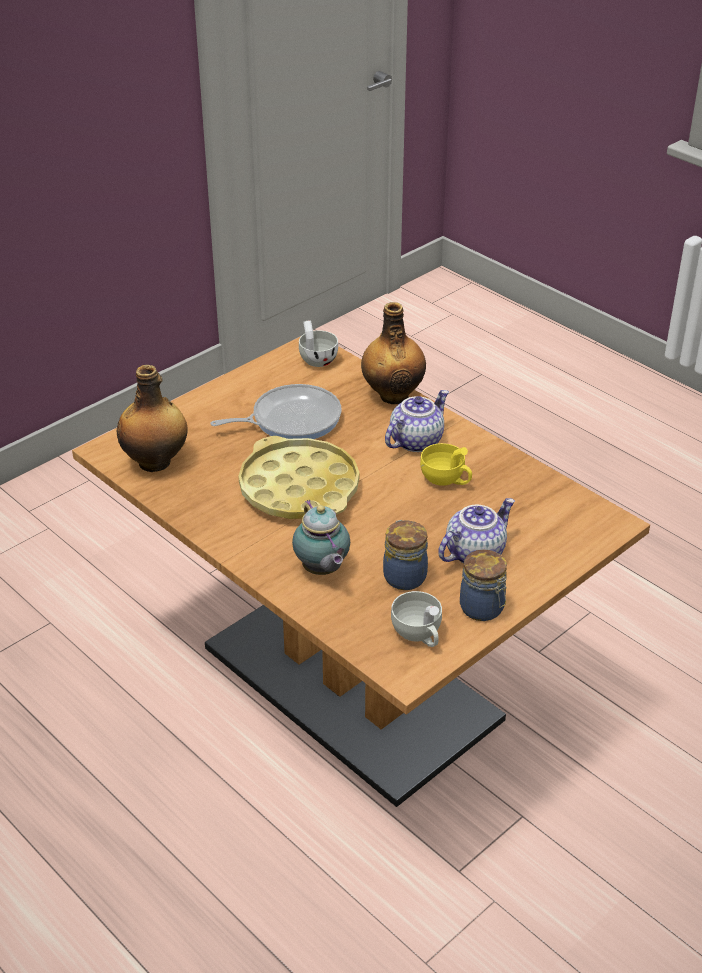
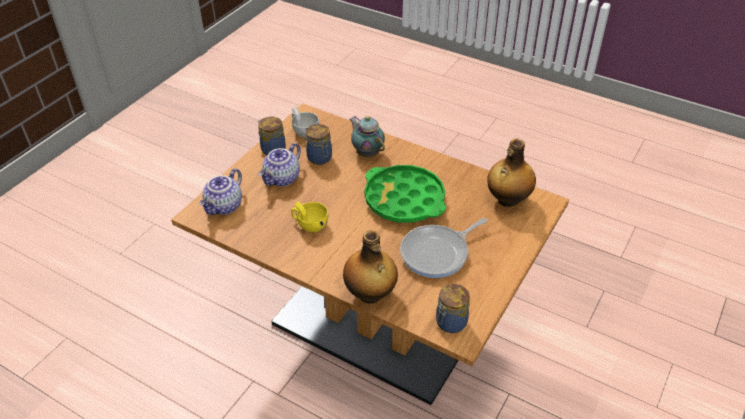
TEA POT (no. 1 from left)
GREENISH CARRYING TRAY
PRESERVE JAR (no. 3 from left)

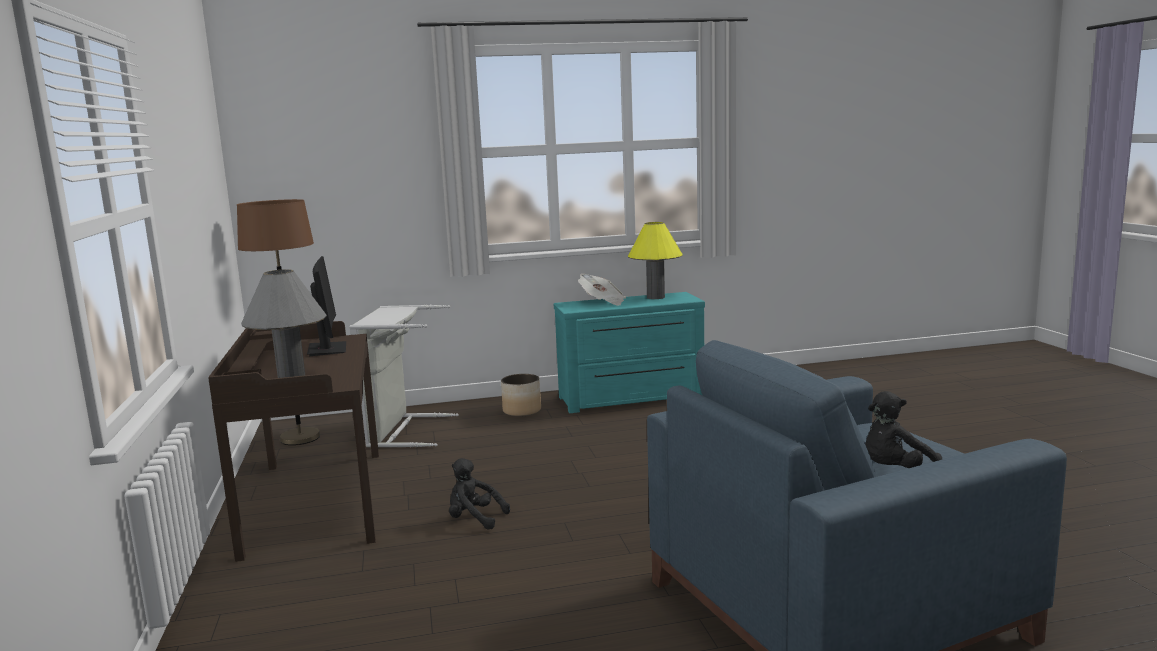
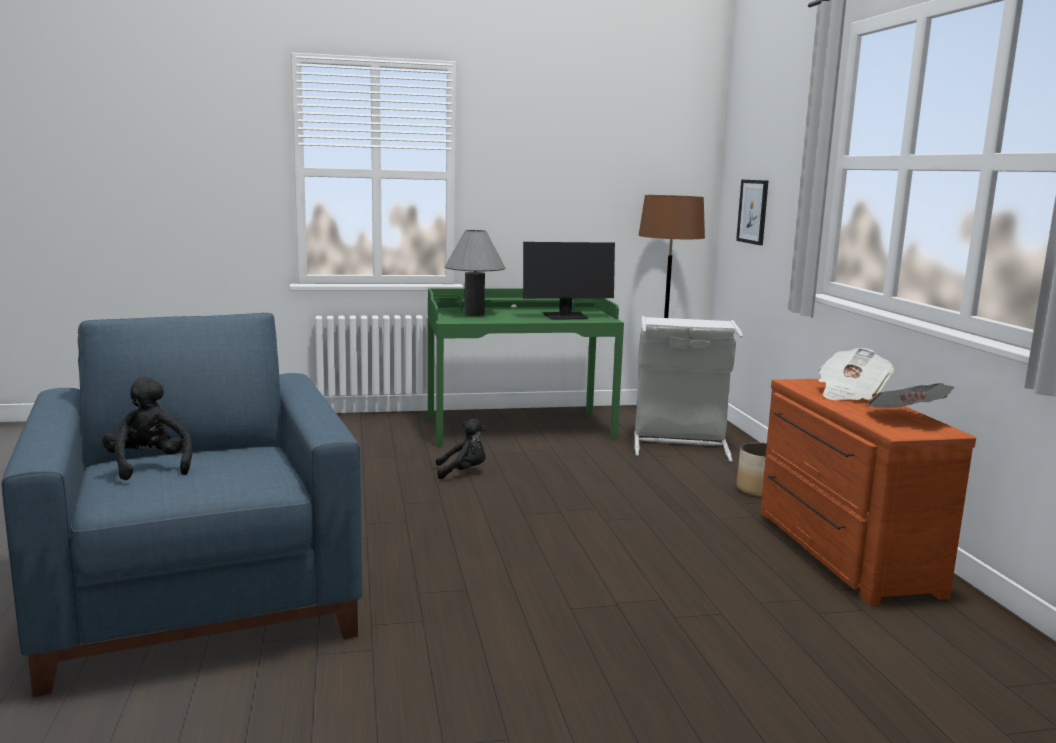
GREENISH DESK TABLE
BLACKISH SOFT TOY (no. 2 from left)
WALL ART
BROWN DRAWER CHEST
NEWSPAPER (no. 2 from left)

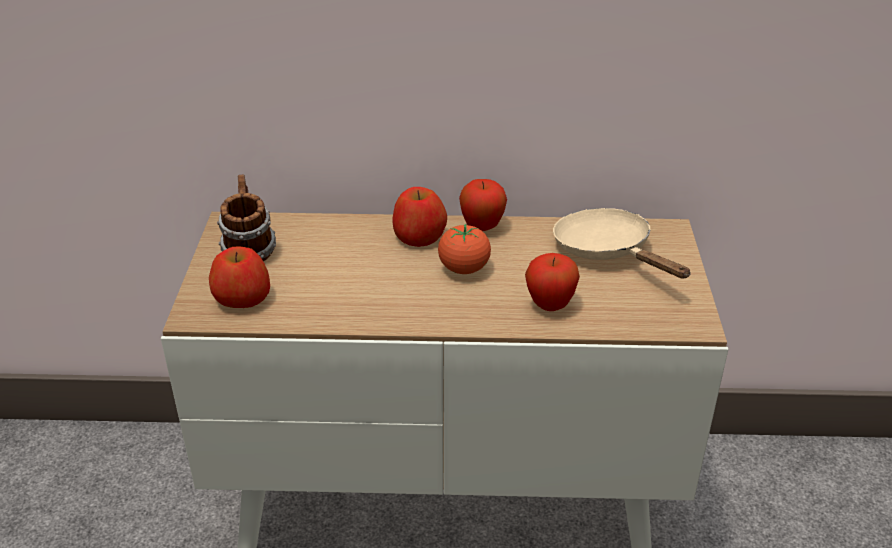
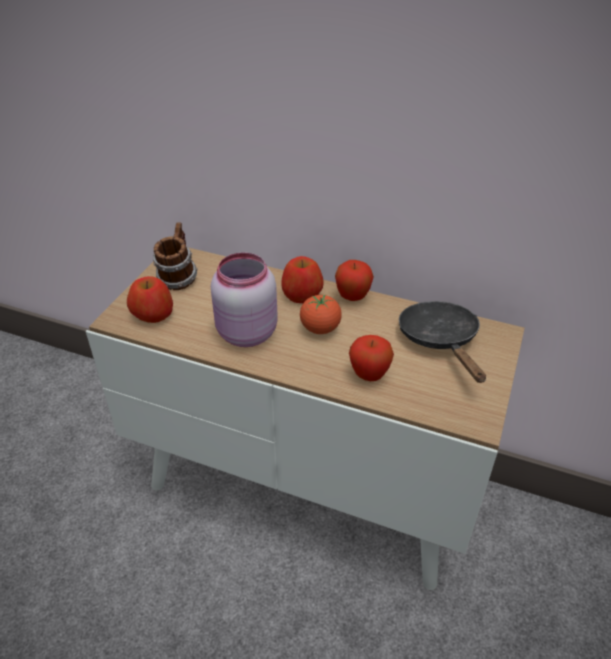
PINK PRESERVE JAR
BLACKISH FRYING PAN

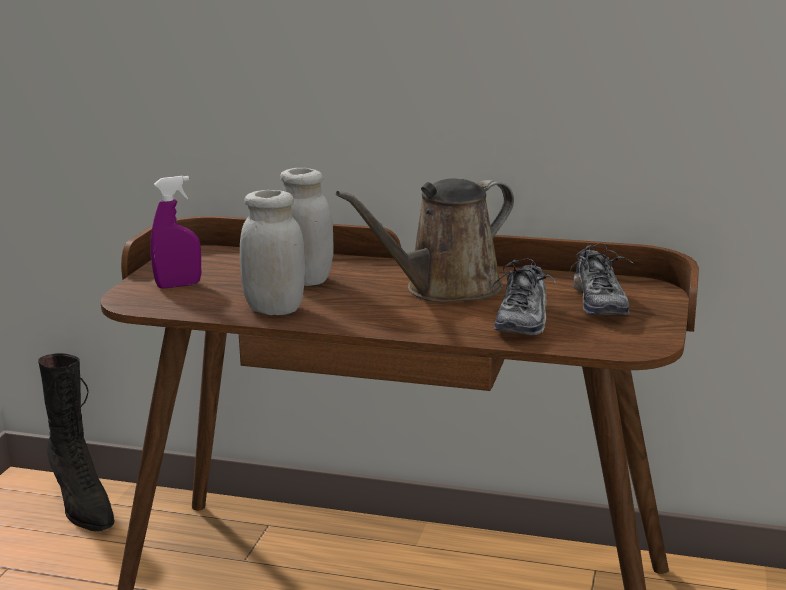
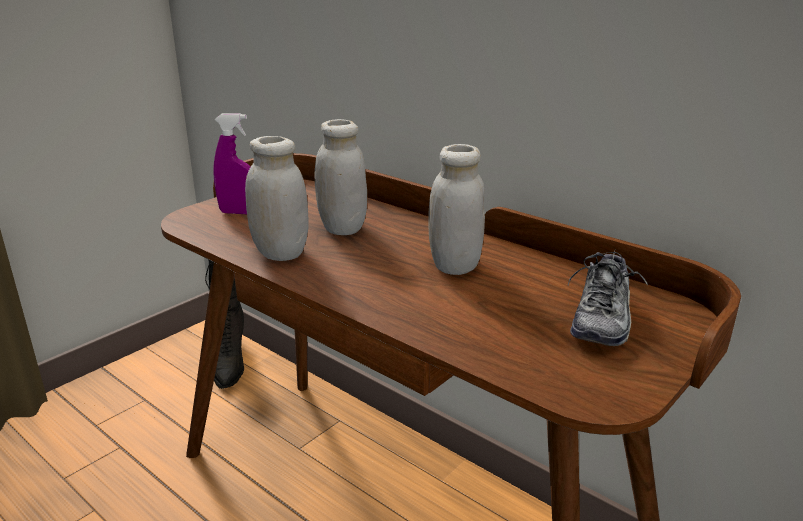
WHITE-COLOURED PRESERVE JAR (no. 3 from left)
LOW SHOE (no. 1 from left in the first image)

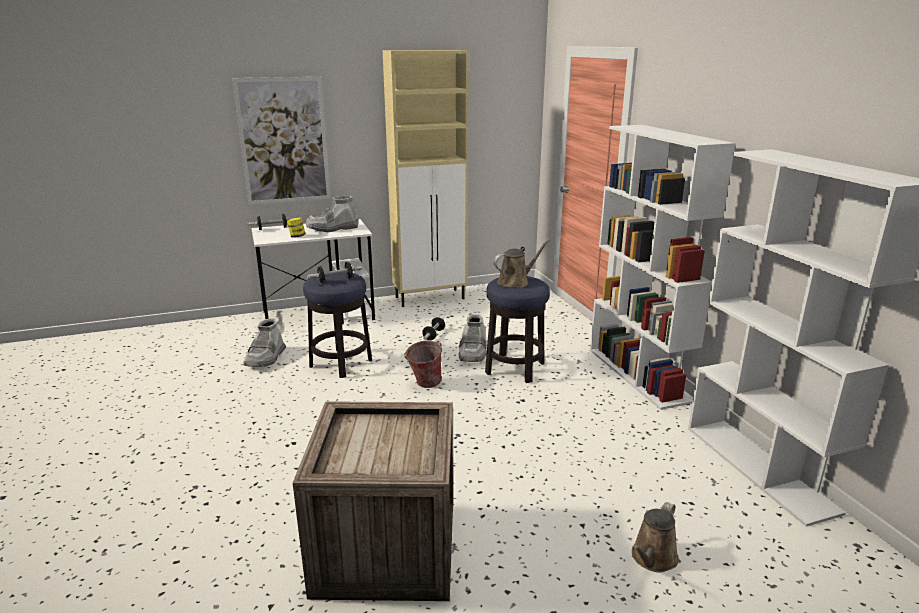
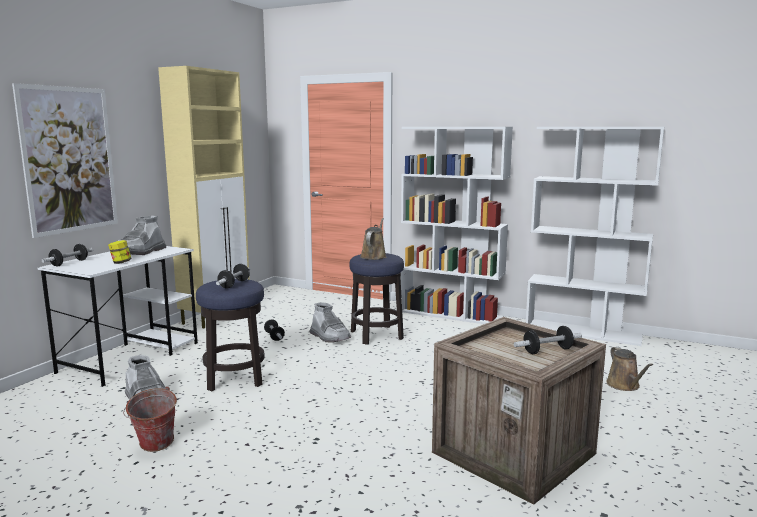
BUCKET
FREE WEIGHT (no. 4 from left)

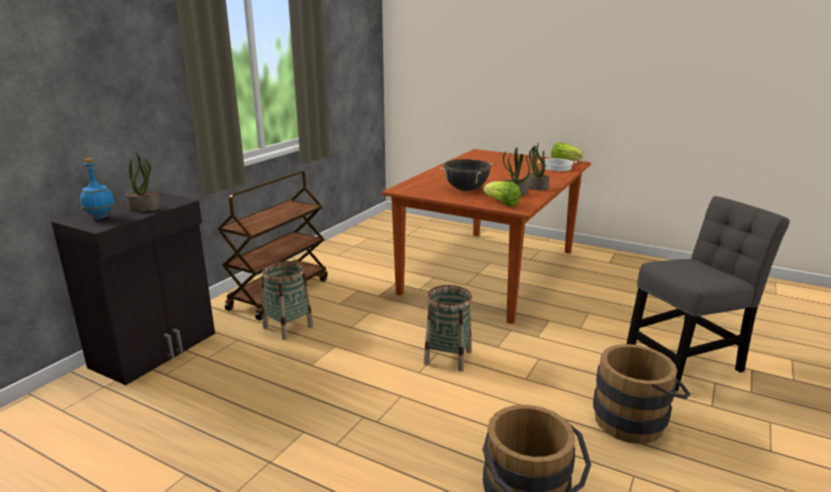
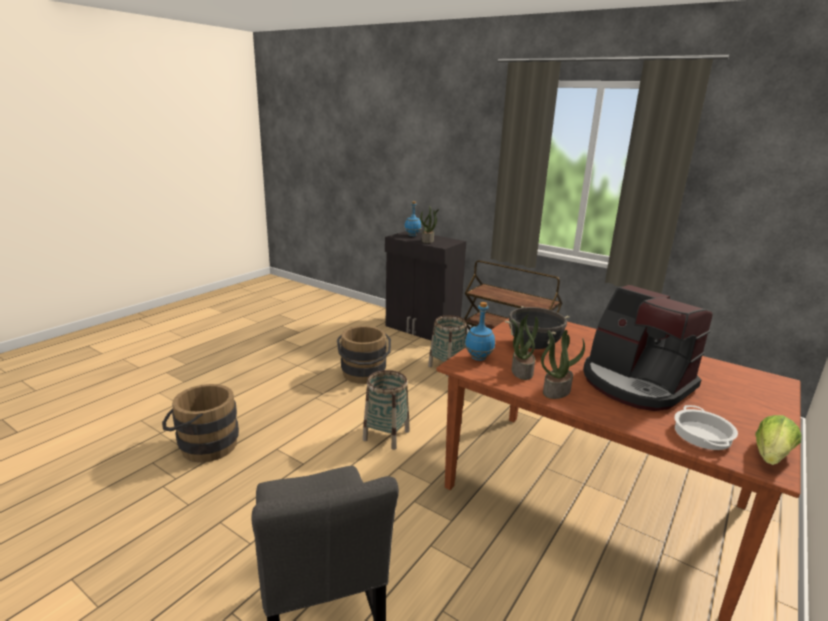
BROWN BUCKET (no. 2 from left)
BLUISH BEVERAGE BOTTLE (no. 2 from left)
COFFEE BREWER

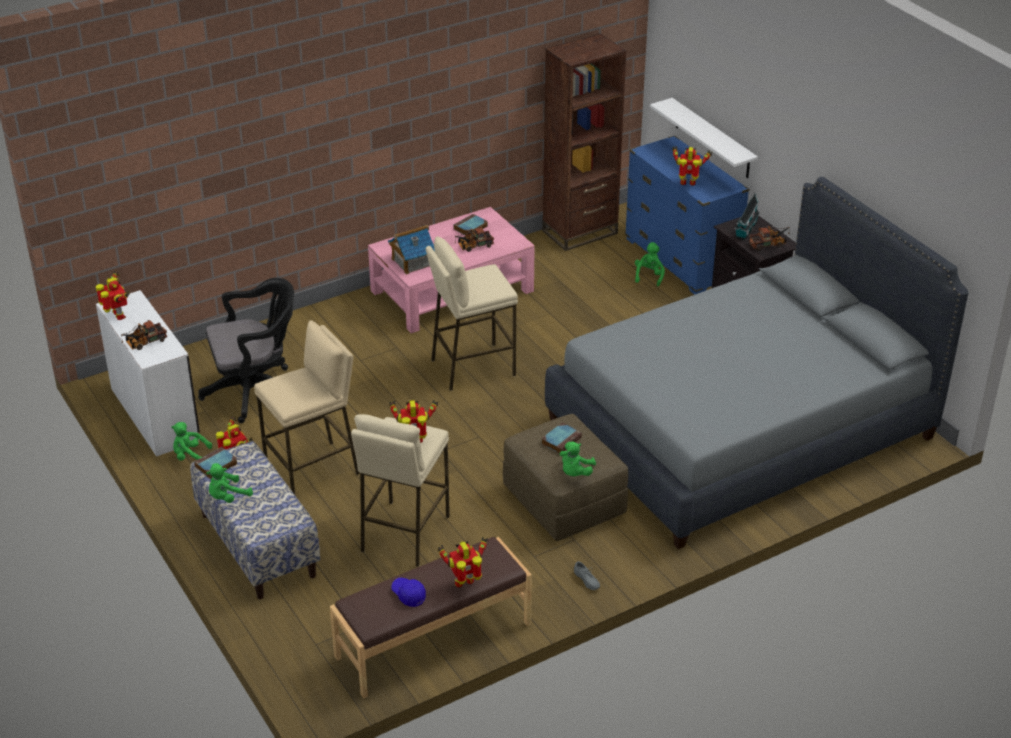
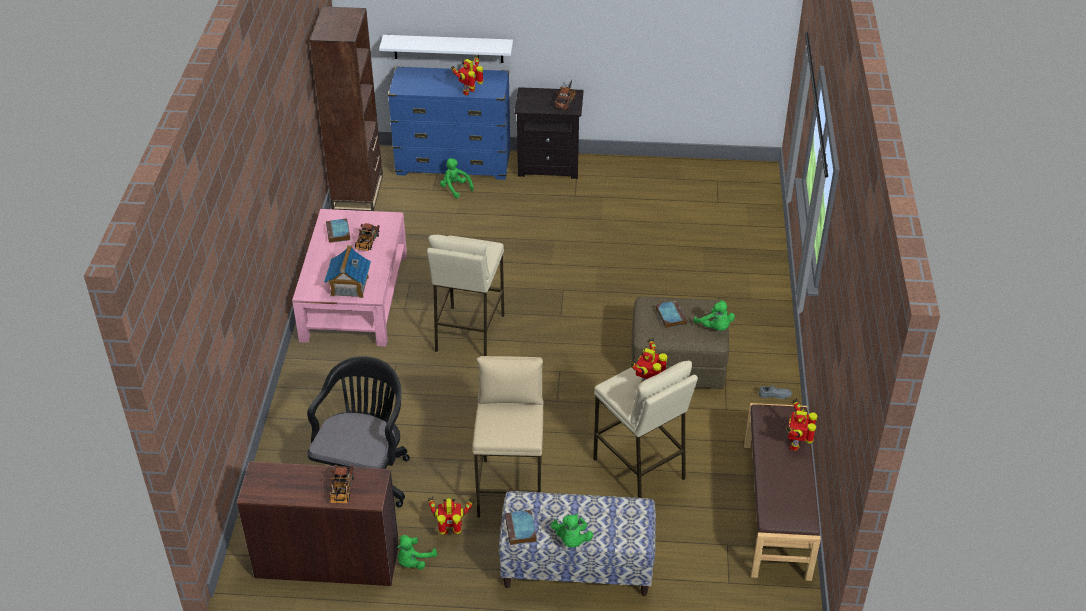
BROWN DESK TABLE
ROBOT FIGURE (no. 1 from left in the first image)
BLUISH CAP
GRAY BED
TOY HOUSE (no. 2 from left in the first image)

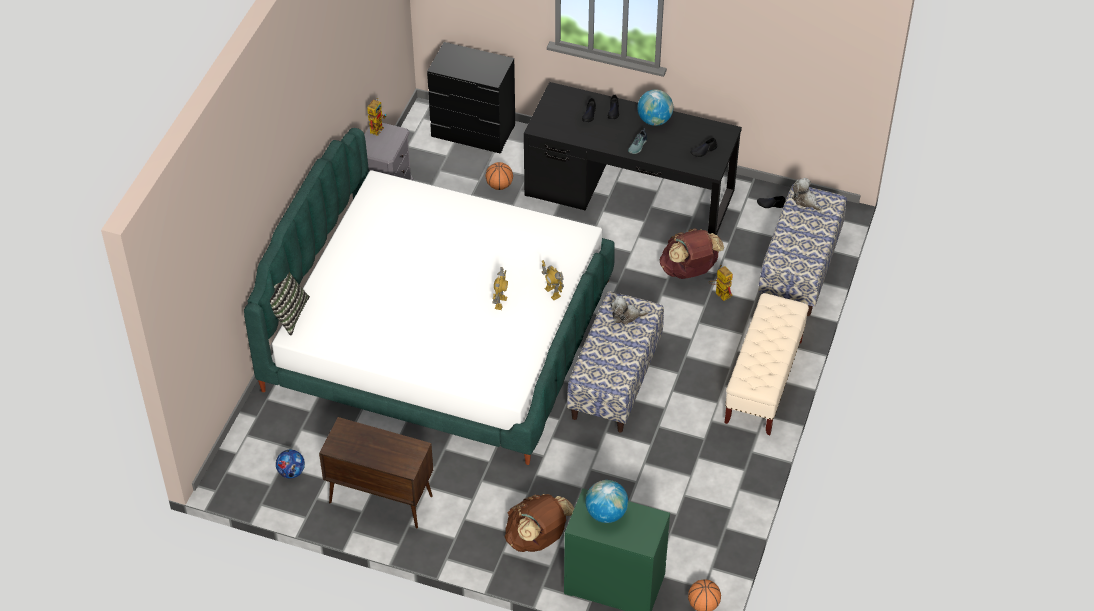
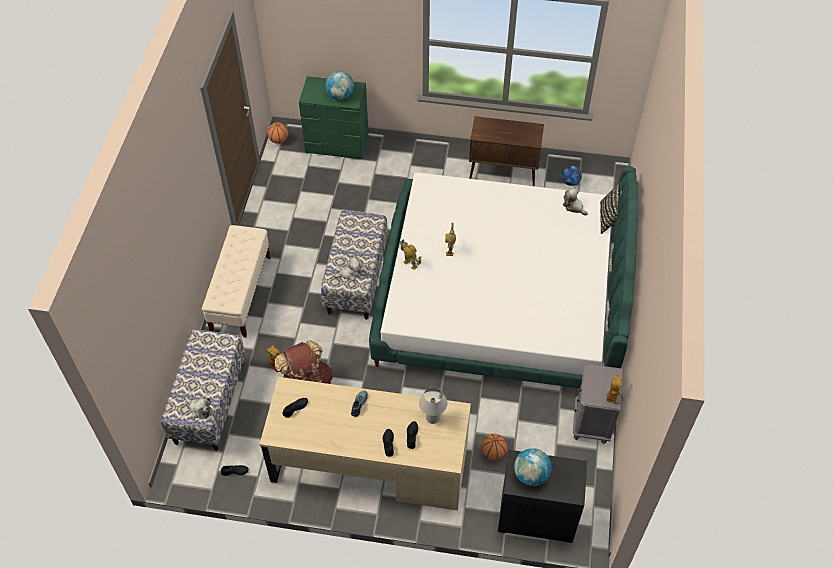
SAND-COLOURED DESK TABLE
WHITE-COLOURED TABLETOP LAMP
GLOBE (no. 2 from left)
SOFT TOY (no. 3 from left)
BROWN BACKPACK (no. 1 from left in the first image)

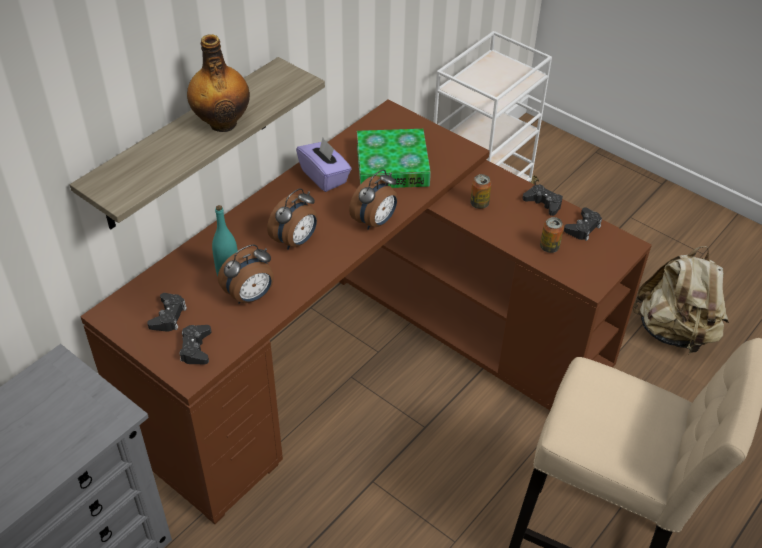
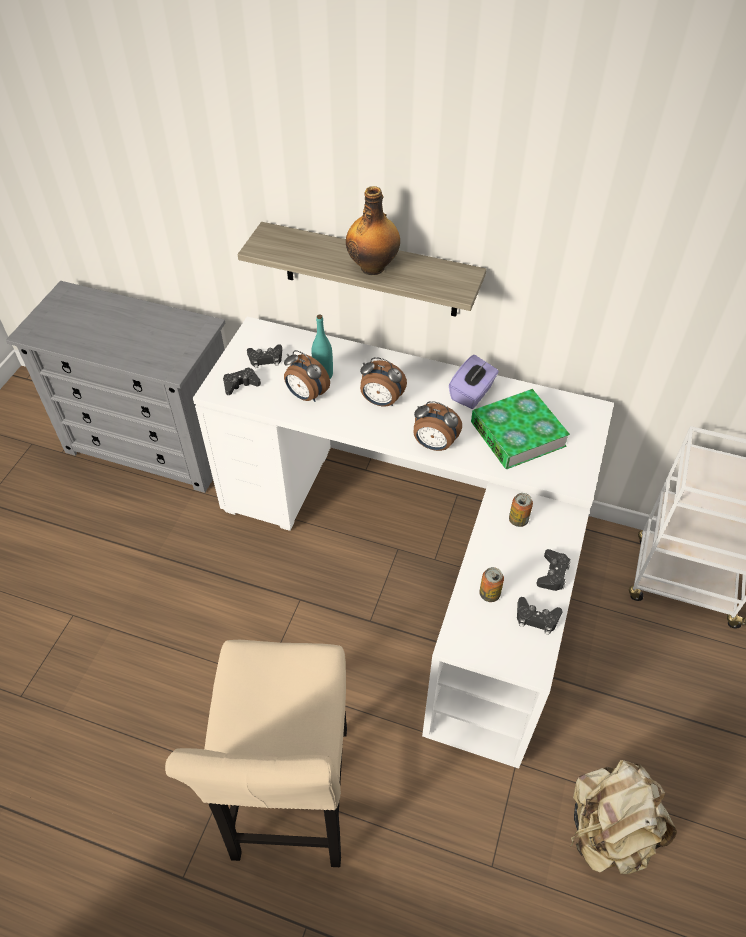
WHITE-COLOURED DESK TABLE

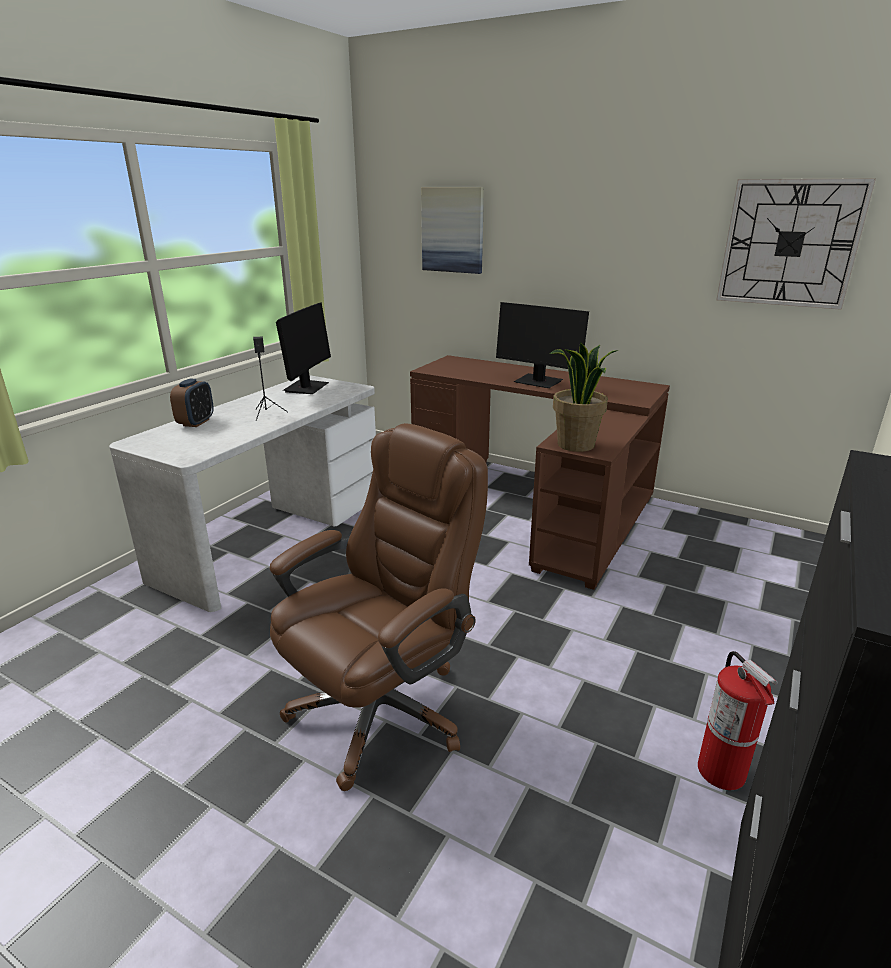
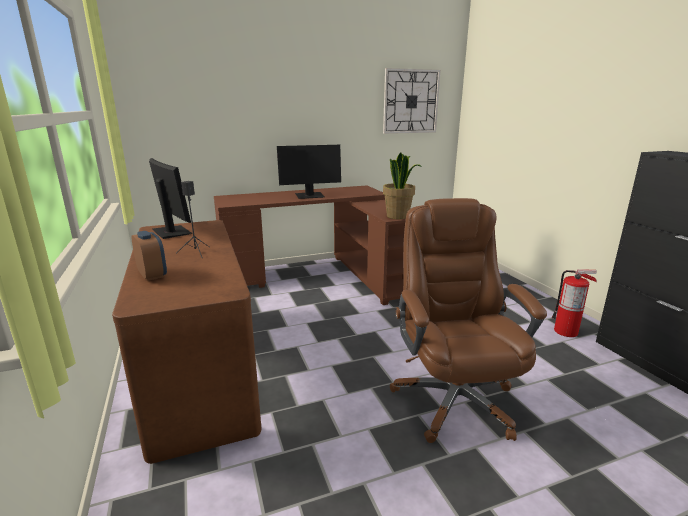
BROWN DESK TABLE (no. 1 from left)
WALL ART

